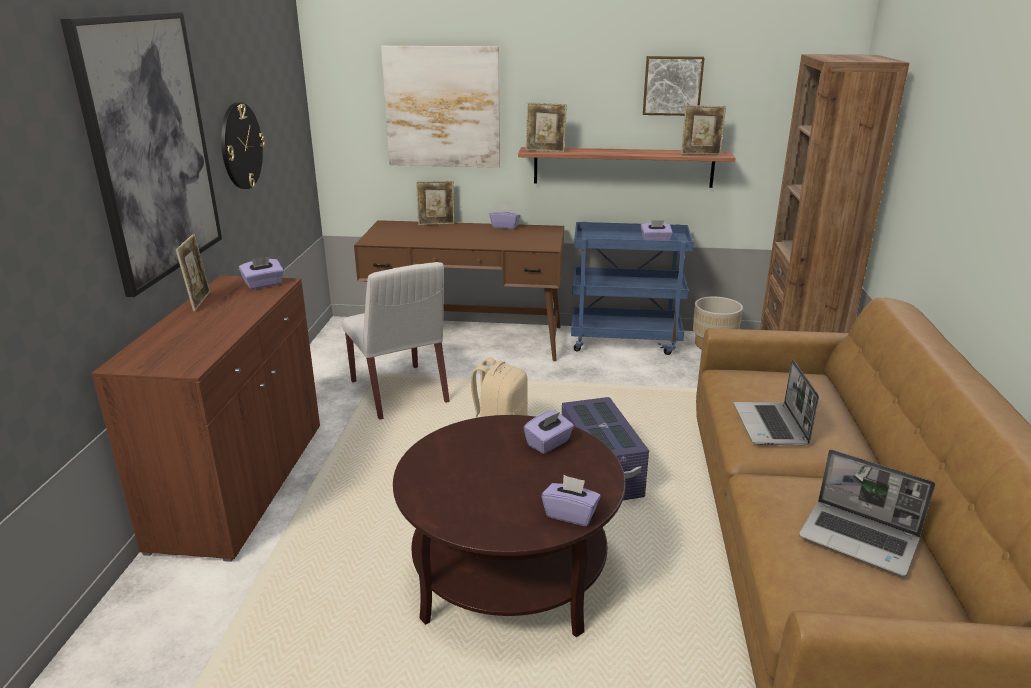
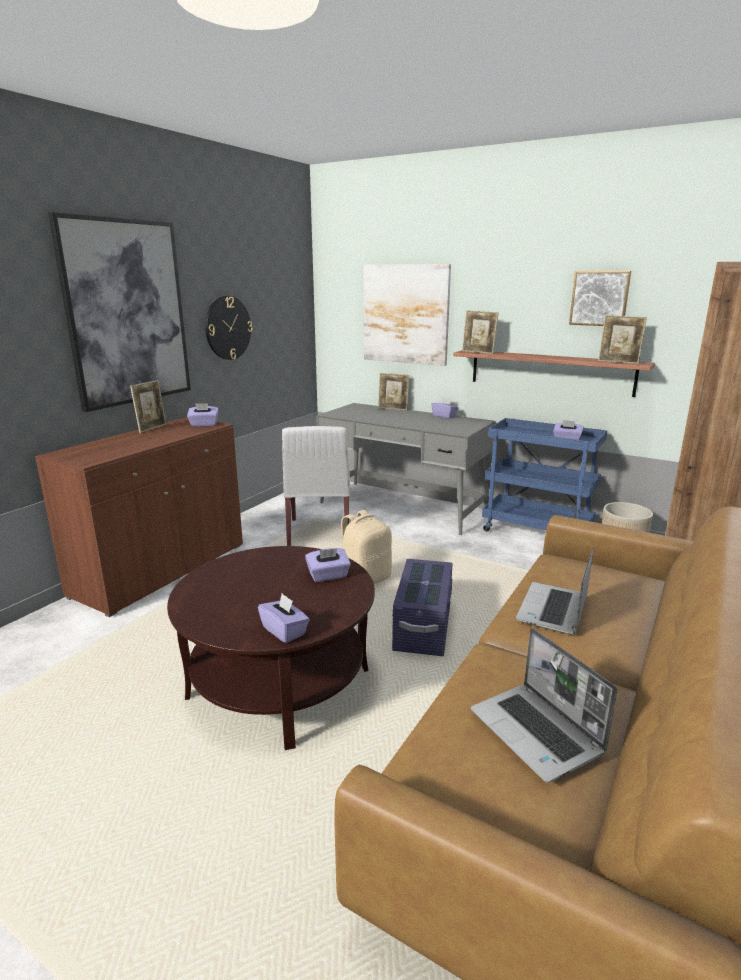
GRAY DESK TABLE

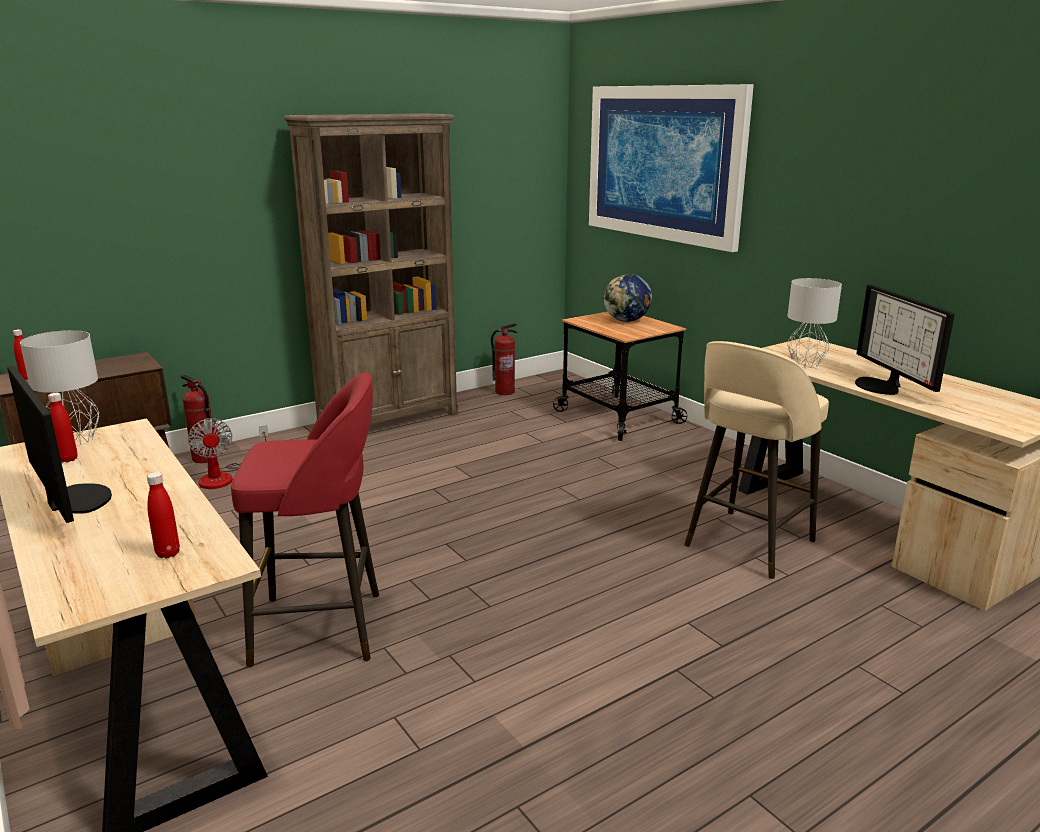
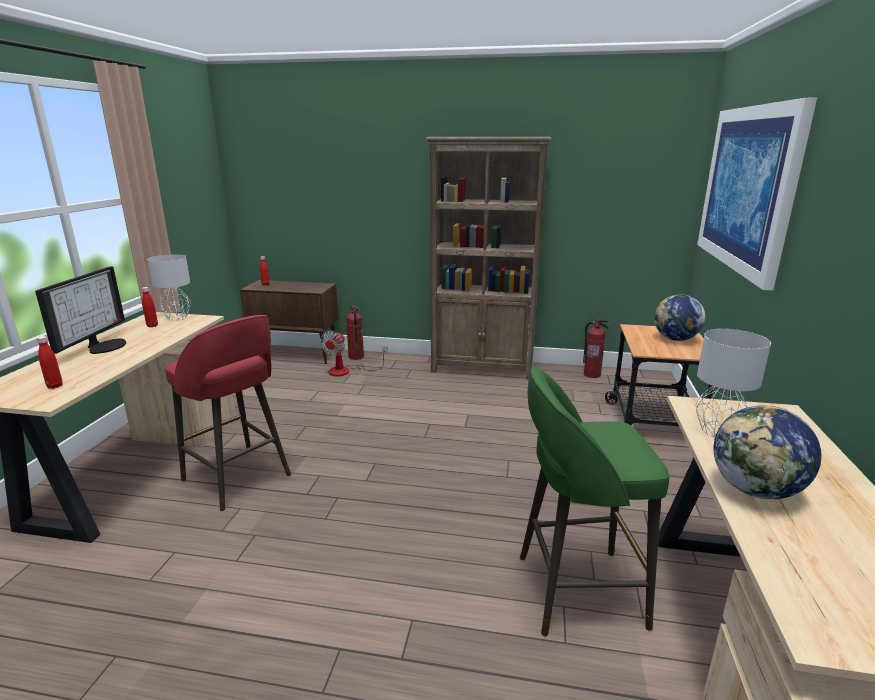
GREENISH STOOL
GLOBE (no. 2 from left)

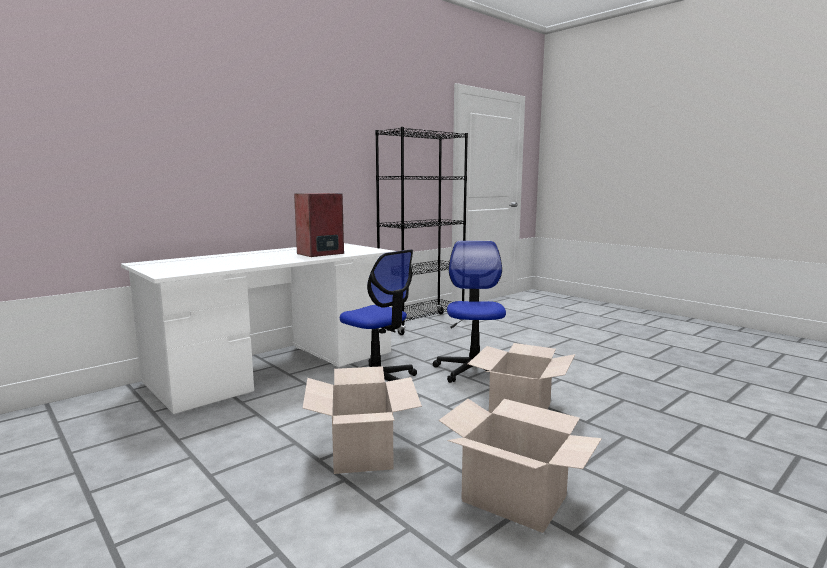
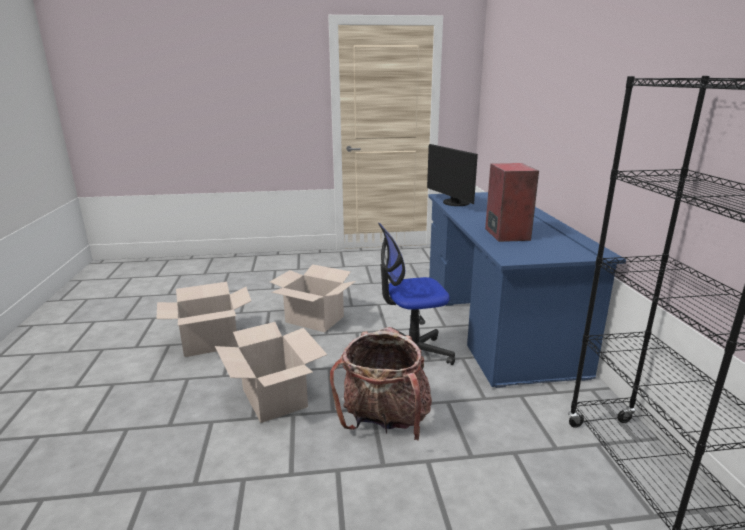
BACKPACK
COMPUTER DISPLAY
BLUISH DESK TABLE

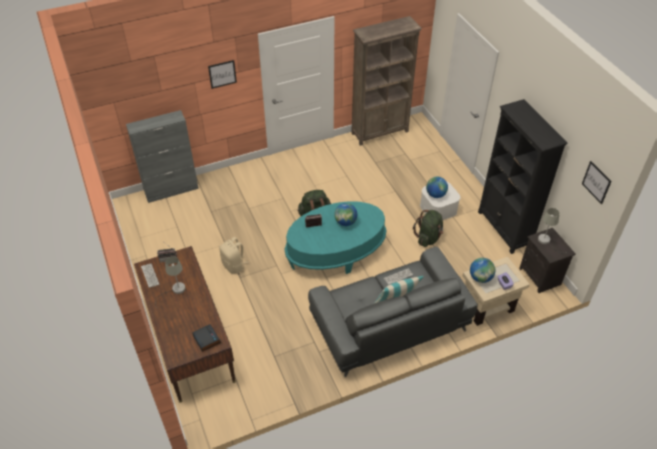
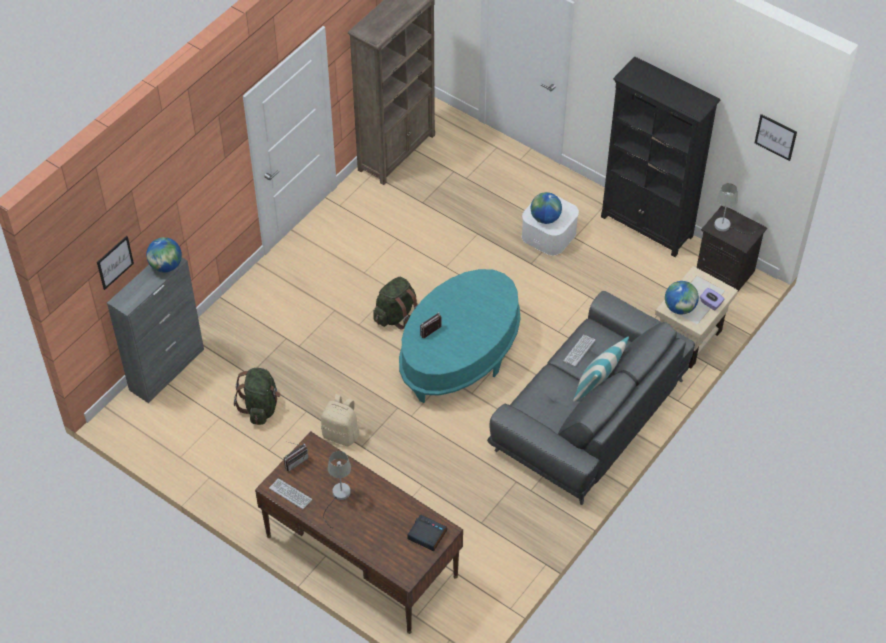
WALL ART (no. 1 from left)
GLOBE (no. 1 from left)
GREENISH BACKPACK (no. 1 from left)

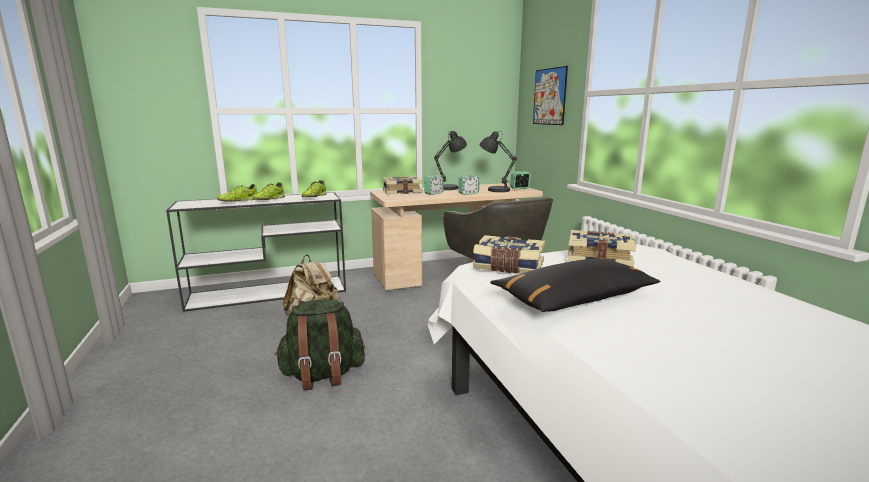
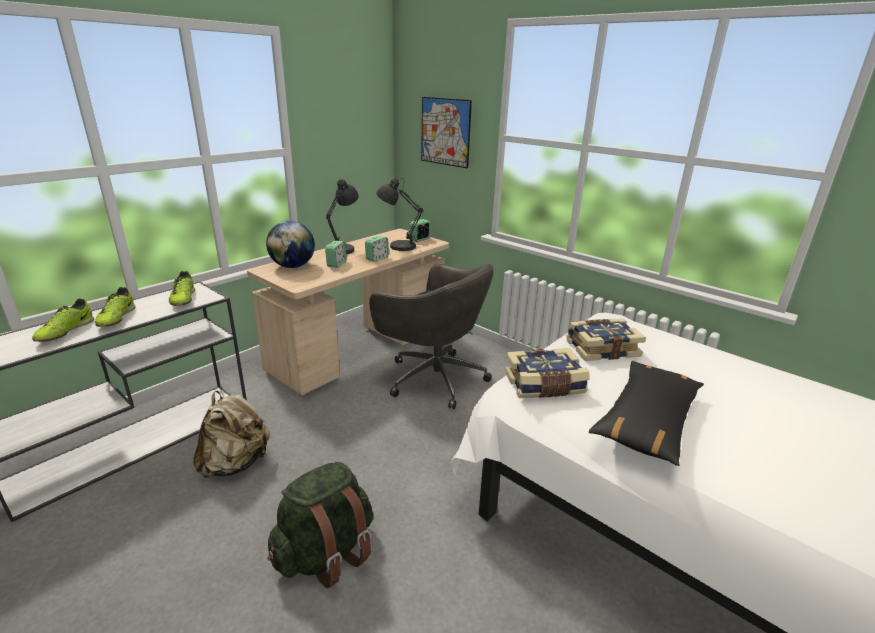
GLOBE

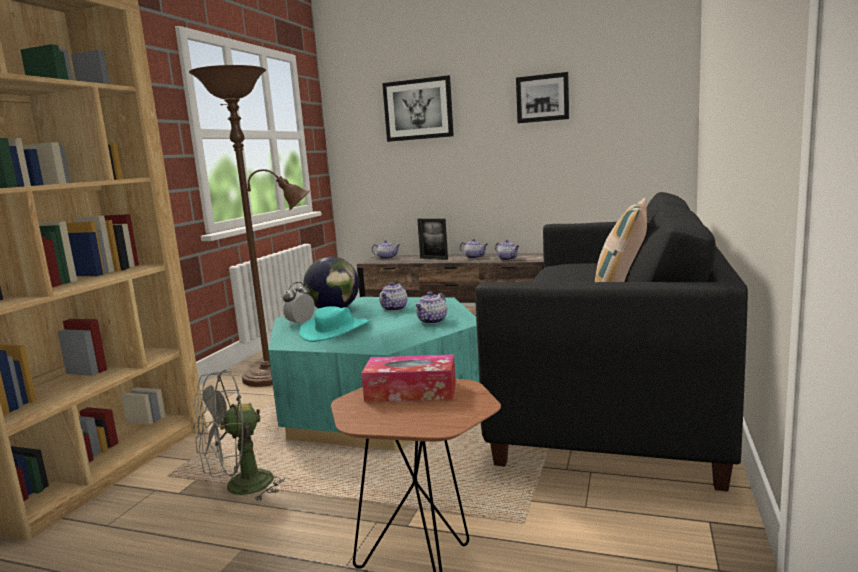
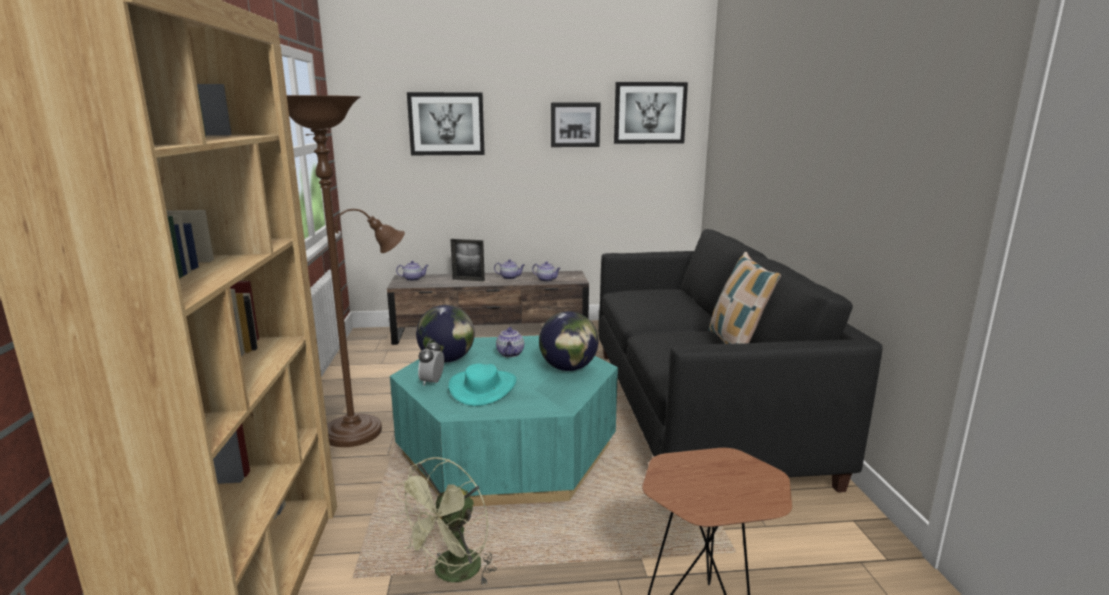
GREENISH ELECTRIC FAN
GLOBE (no. 2 from left)
WALL ART (no. 3 from left)
BOX OF TISSUES

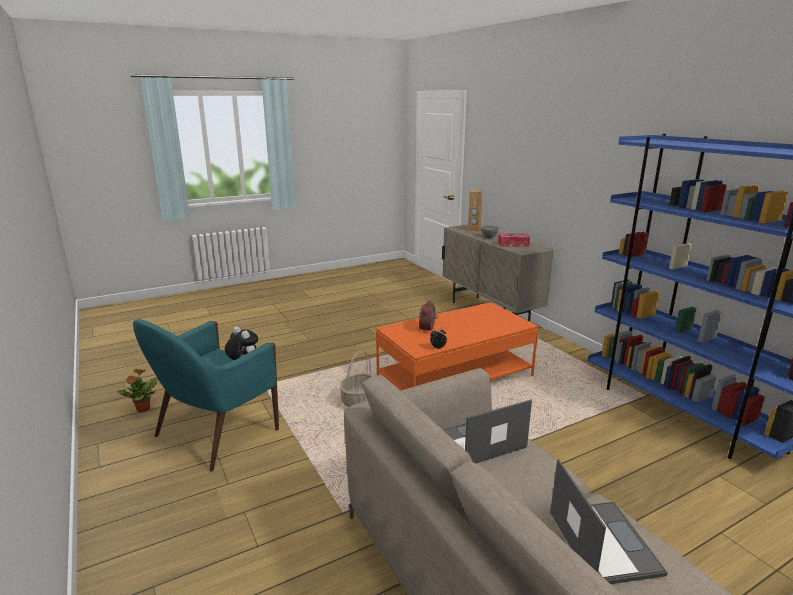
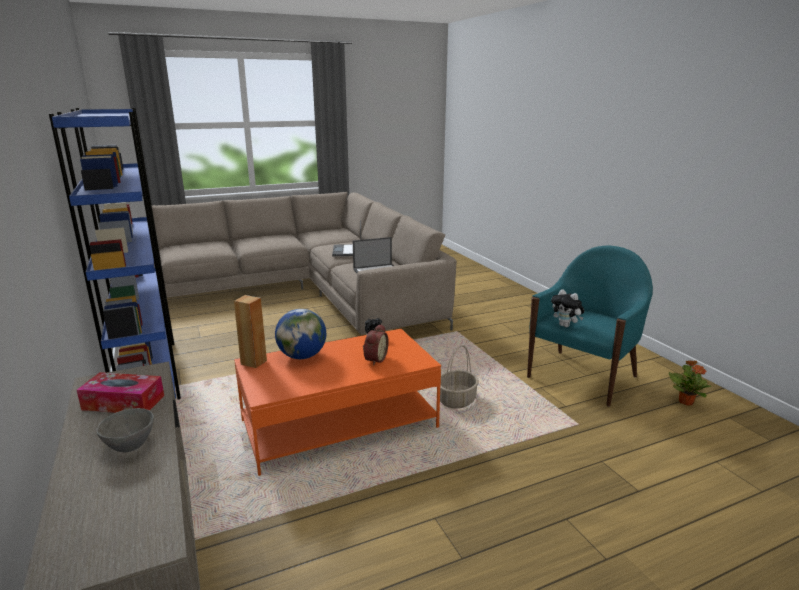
BROWN LOUDSPEAKER
GLOBE

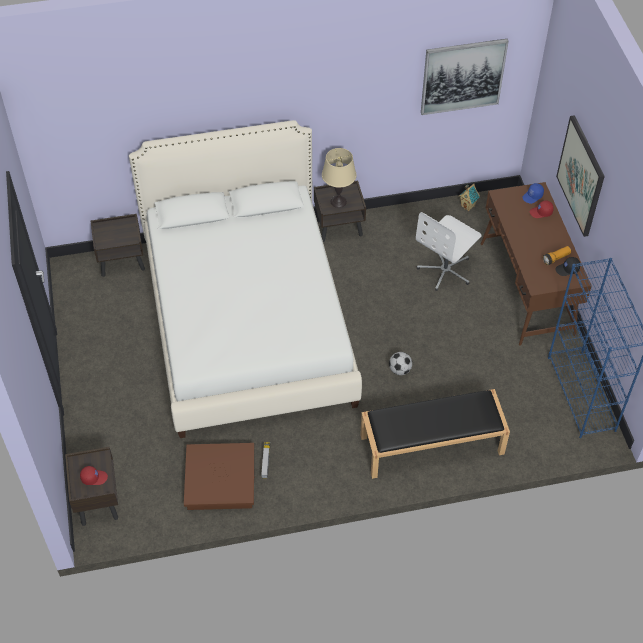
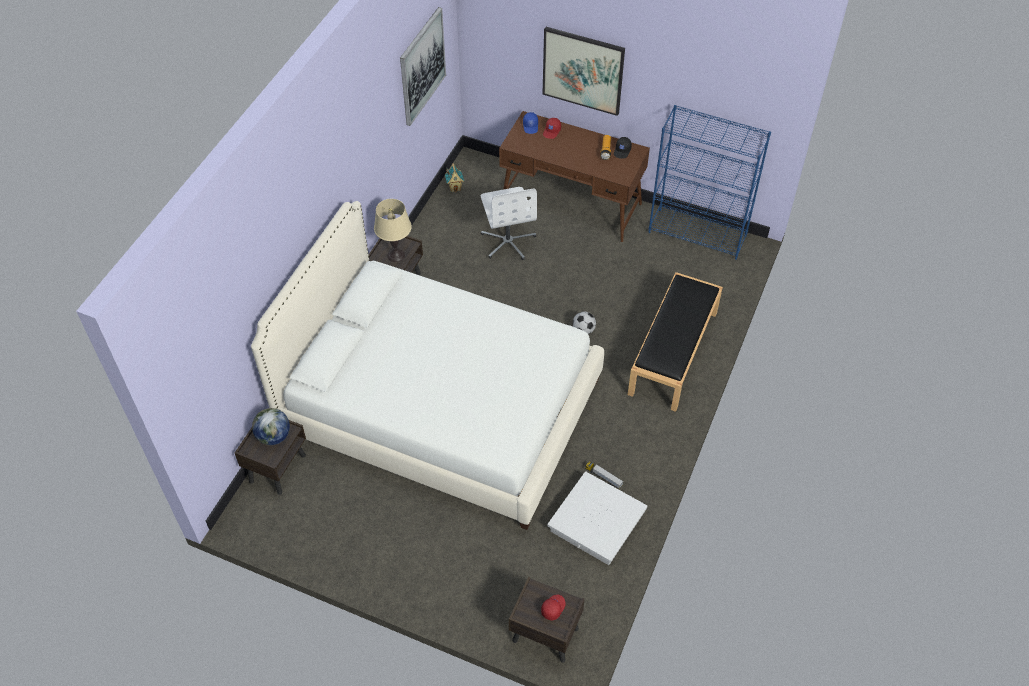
GLOBE
WHITE-COLOURED STORAGE BOX

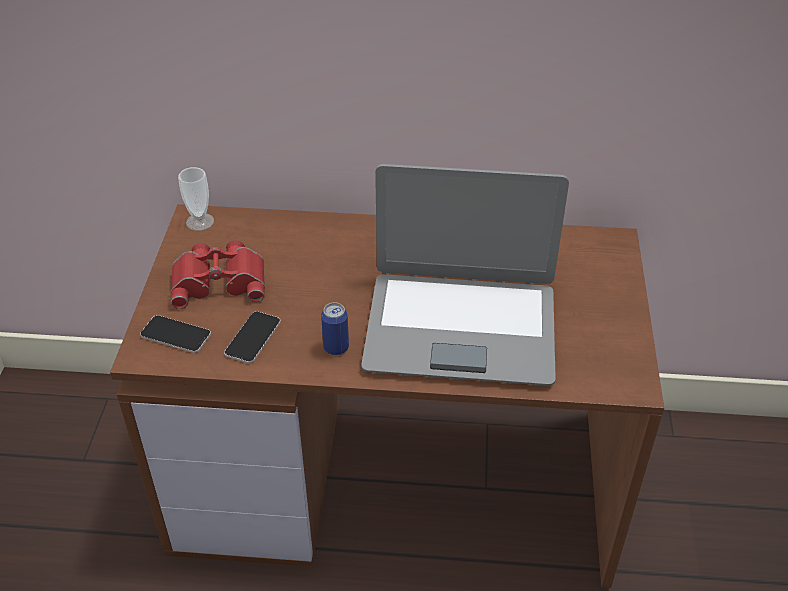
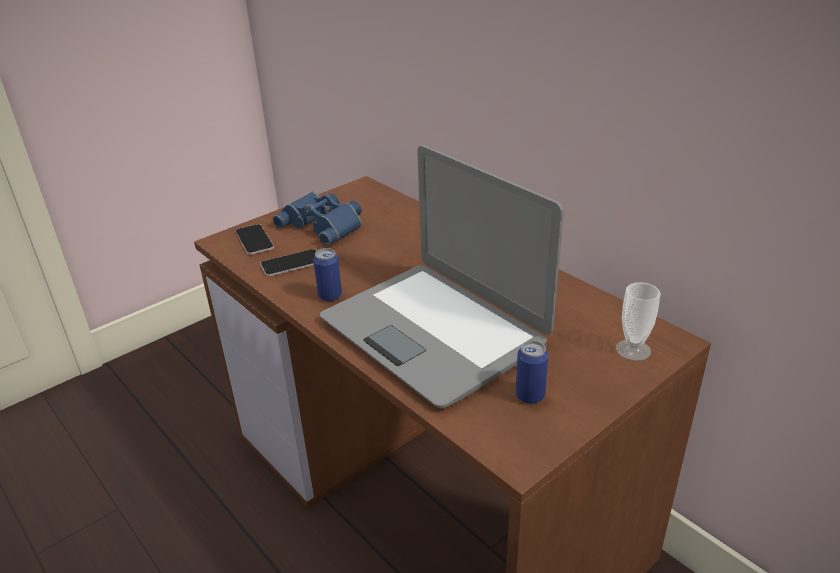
BLUISH PAIR OF BINOCULARS
METAL CAN (no. 2 from left)
CUP

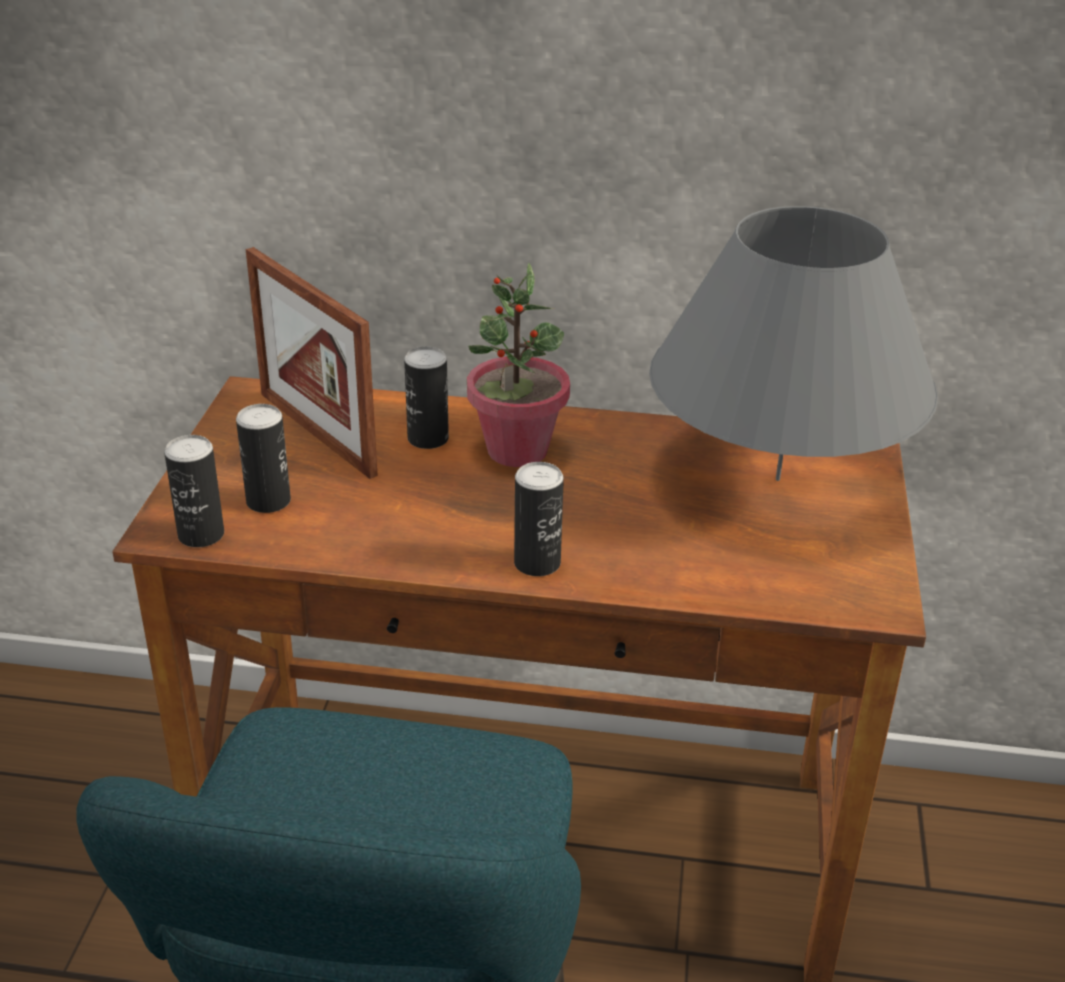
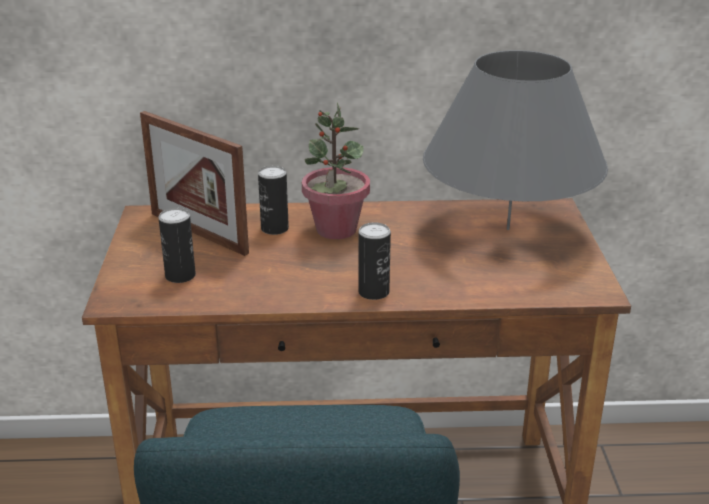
METAL CAN (no. 1 from left in the first image)

